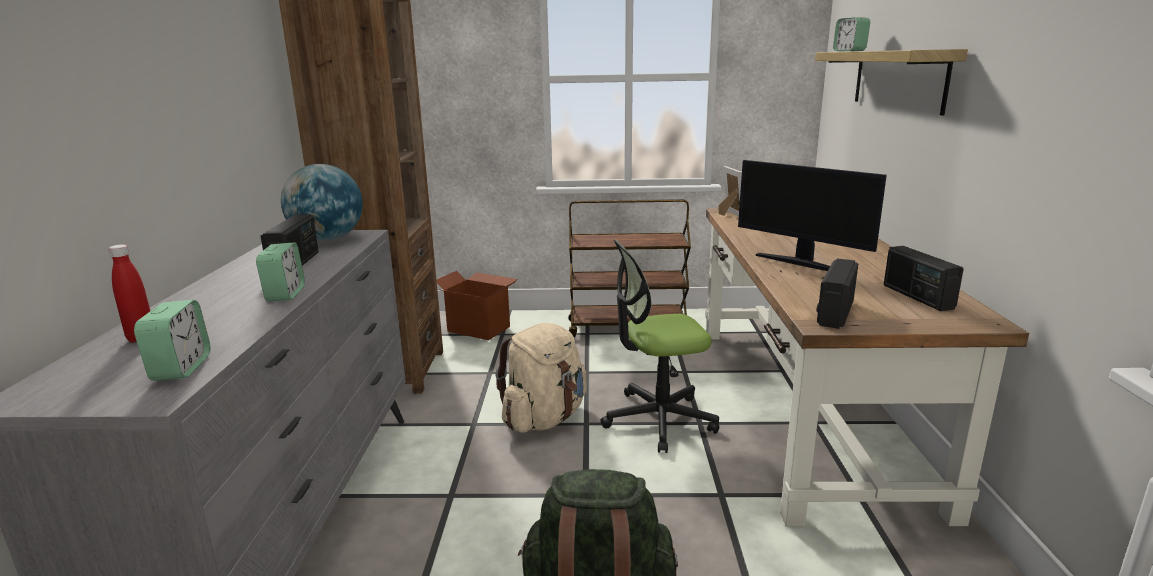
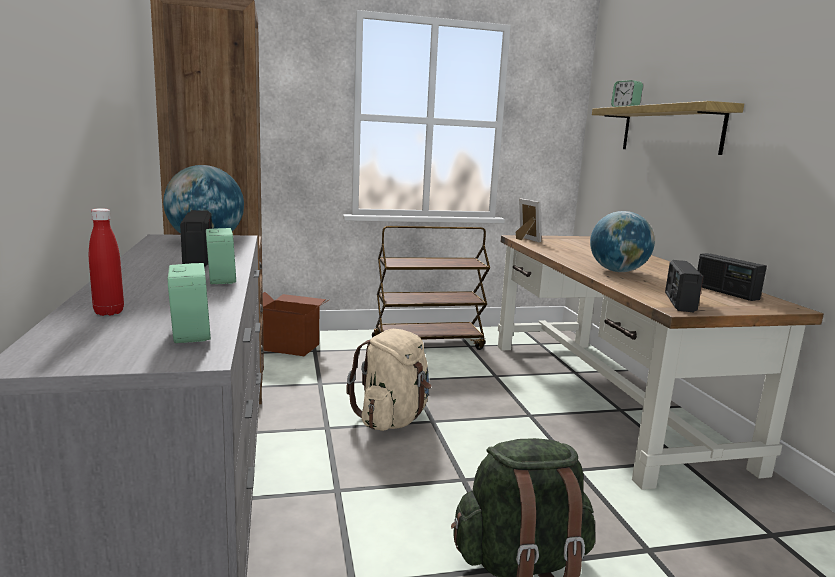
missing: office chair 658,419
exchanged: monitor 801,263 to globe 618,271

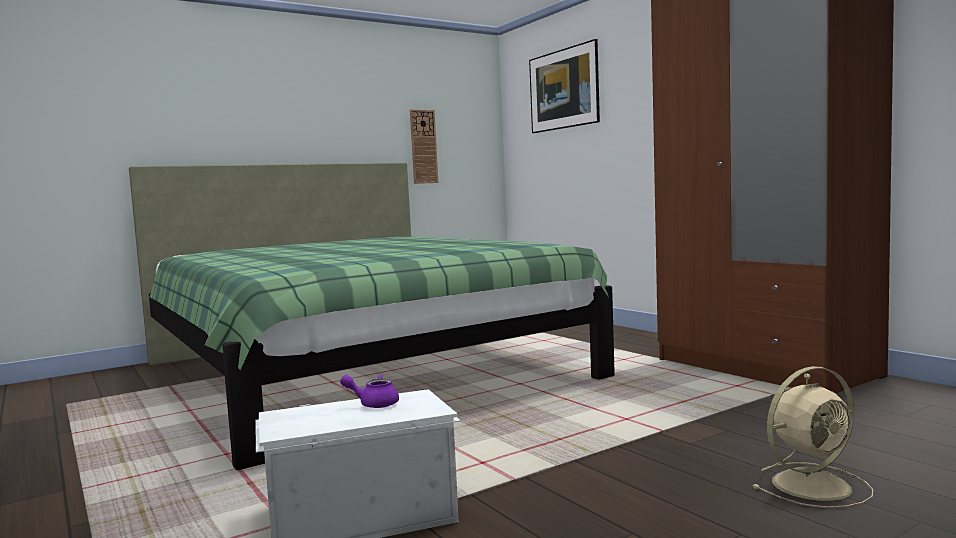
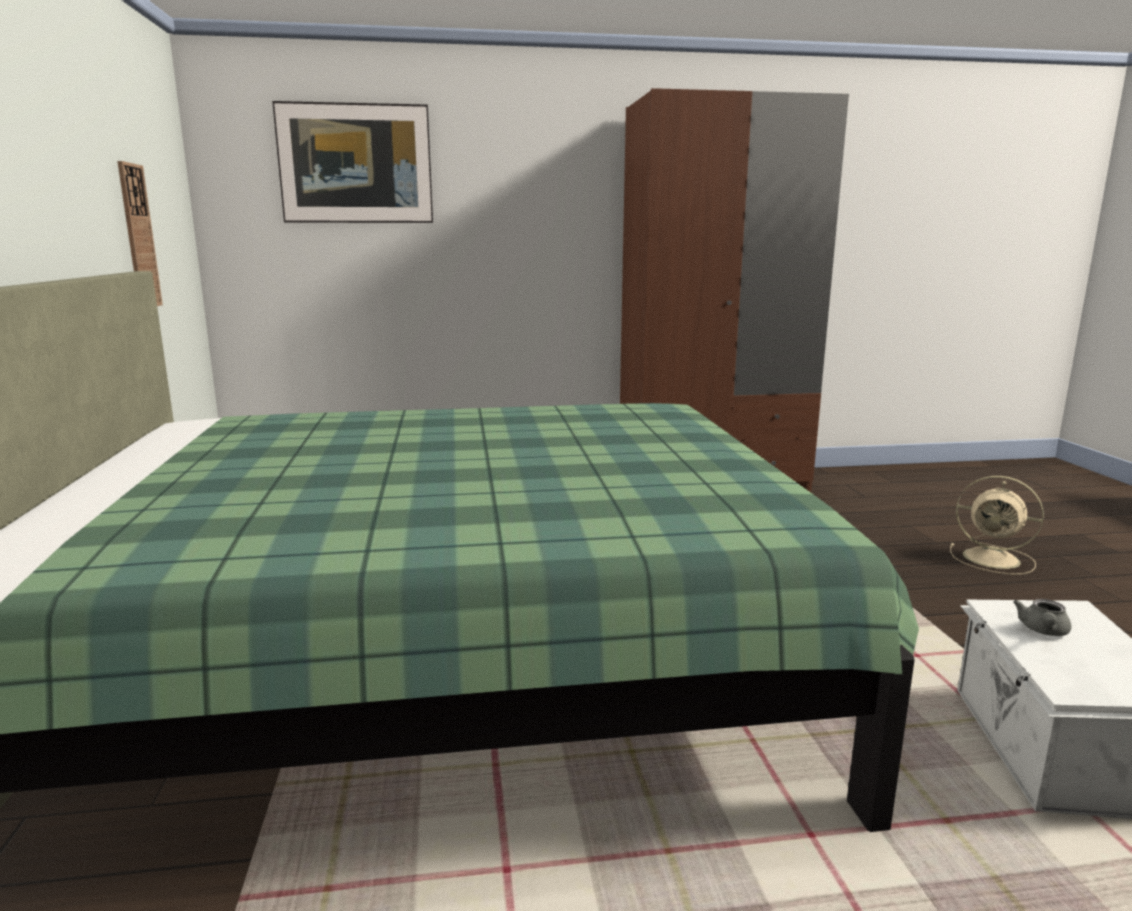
colour: purple teapot 374,404 to grey teapot 1042,631
spun: beige fan 813,484 = 994,559 120 degrees clockwise

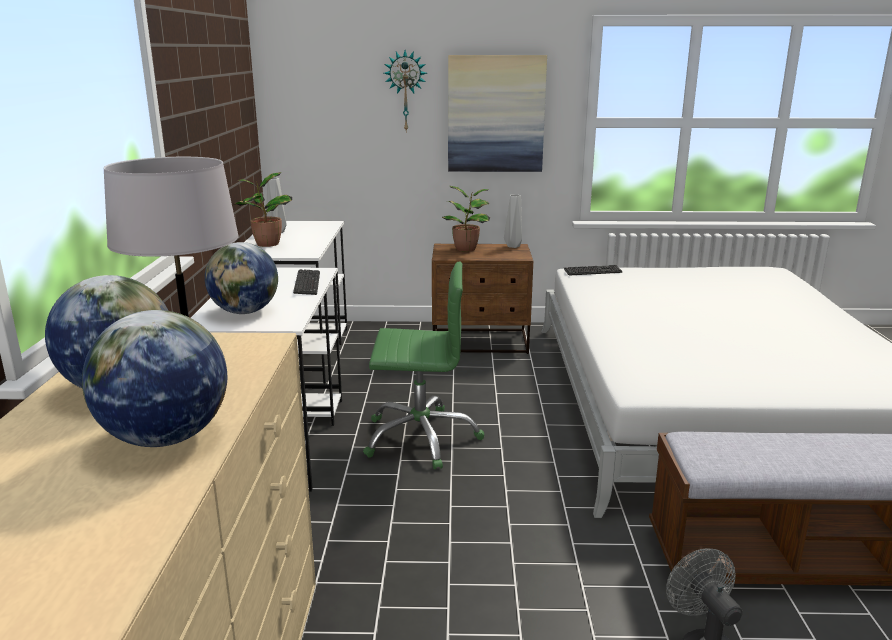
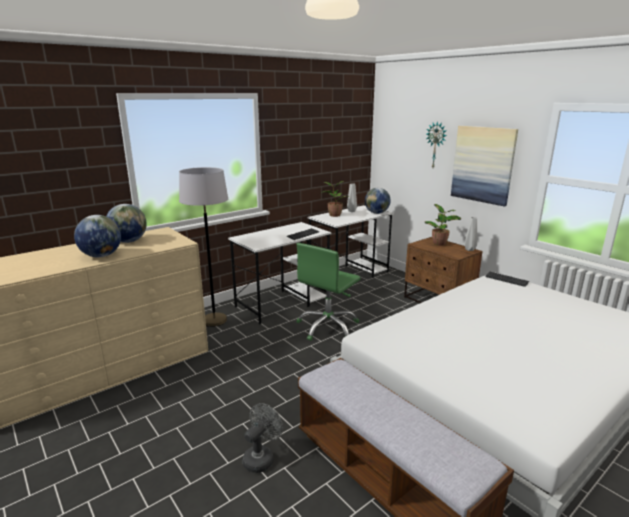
relocated: globe 245,312 to 376,213
spun: green office chair 421,437 = 328,327 75 degrees clockwise

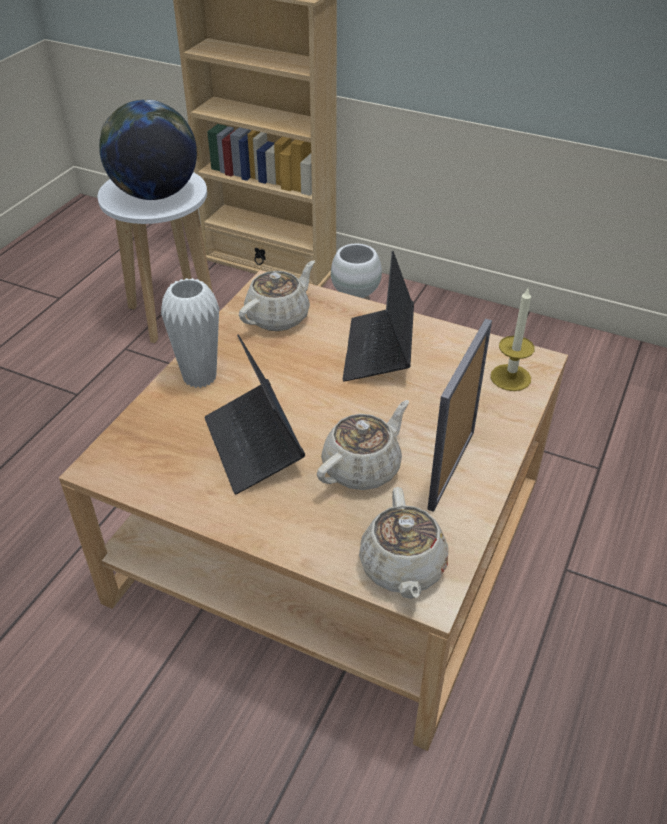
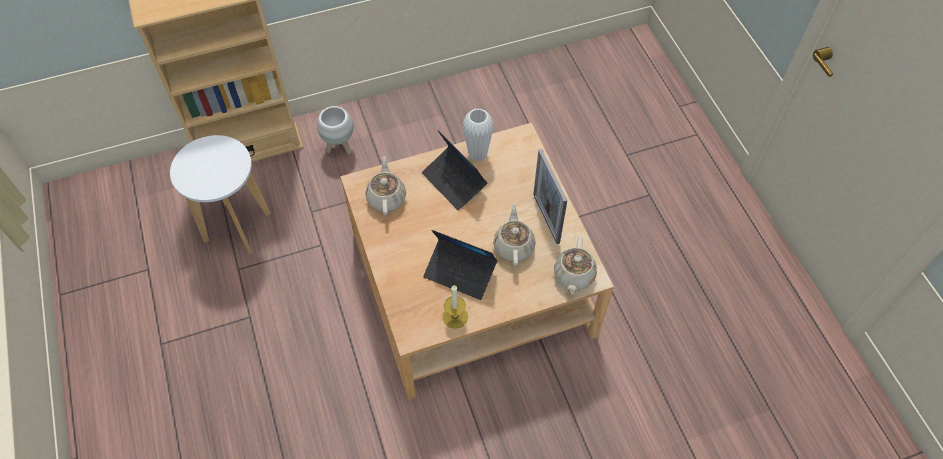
missing: globe 155,194
relocated: white vase 199,377 to 477,154; candle 510,377 to 455,317
spun: beige teapot 402,567 = 574,275 60 degrees clockwise

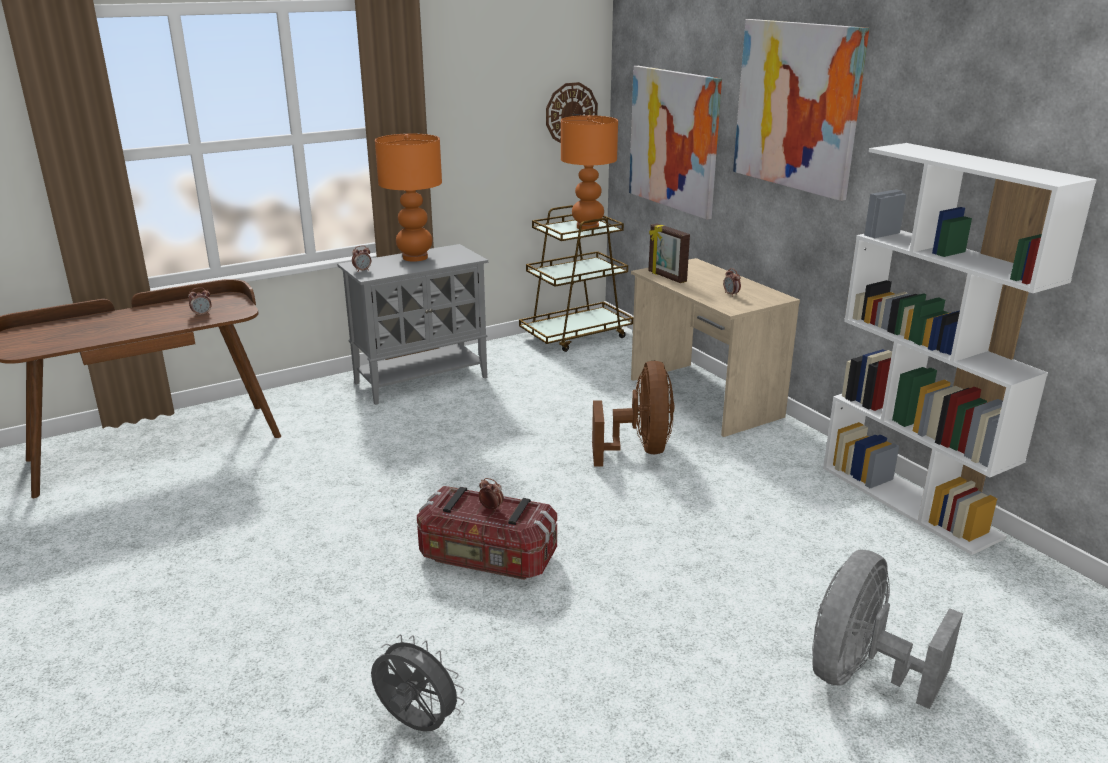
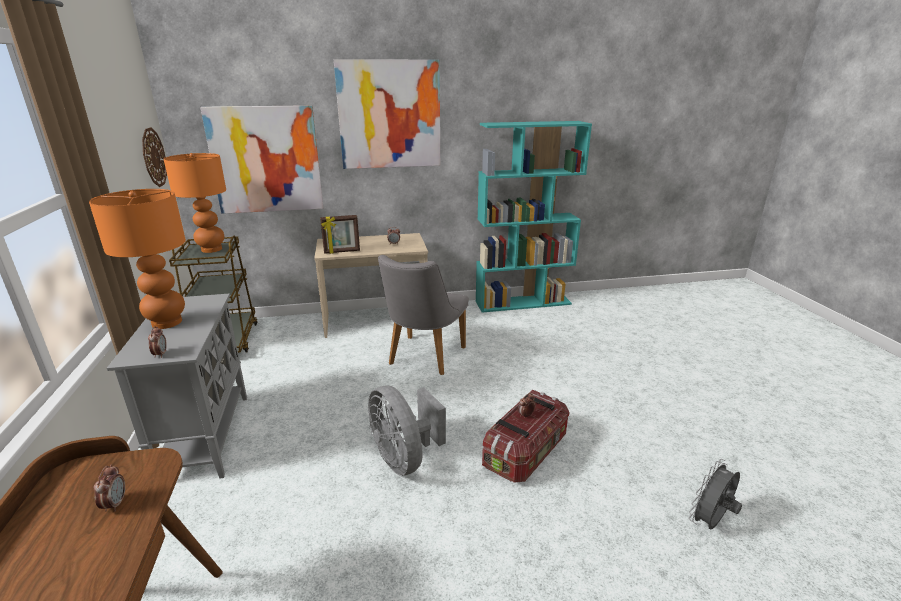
relocated: grey fan 861,675 to 404,458
exchanged: brown fan 639,450 to grey chair 423,358
colour: white bookcase 910,501 to turquoise bookcase 523,302

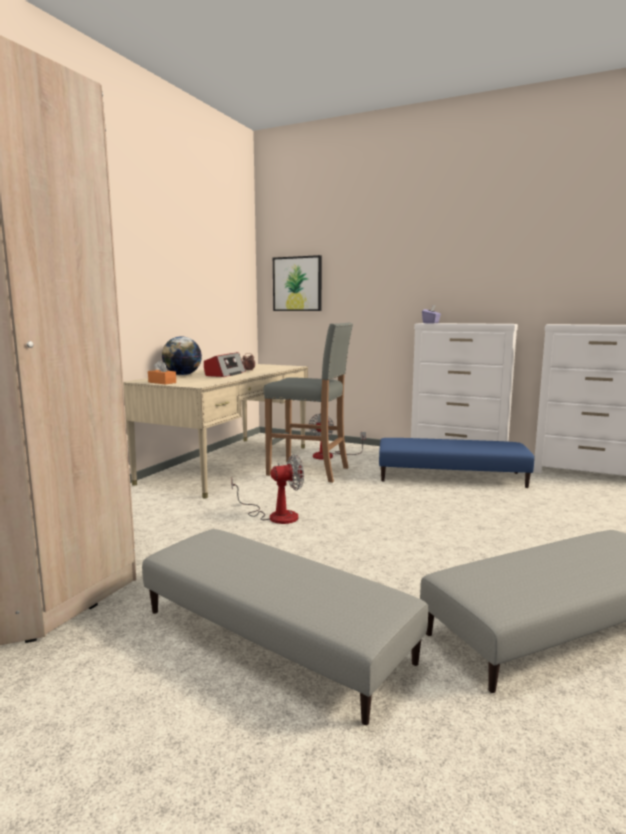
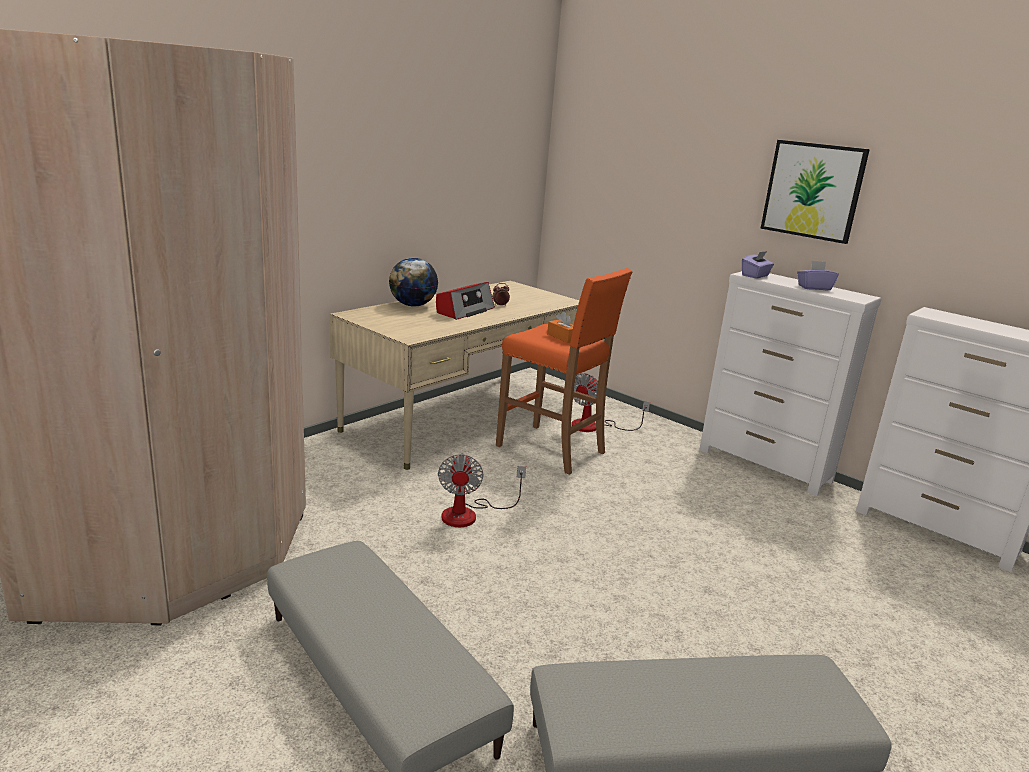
missing: blue ottoman 450,477
appeared: purple tissue box 814,288
relocated: orange tissue box 162,382 to 563,337; picture 297,284 to 813,190
colour: grey stool 309,471 to orange stool 551,449
spun: fan 275,515 = 469,514 90 degrees clockwise

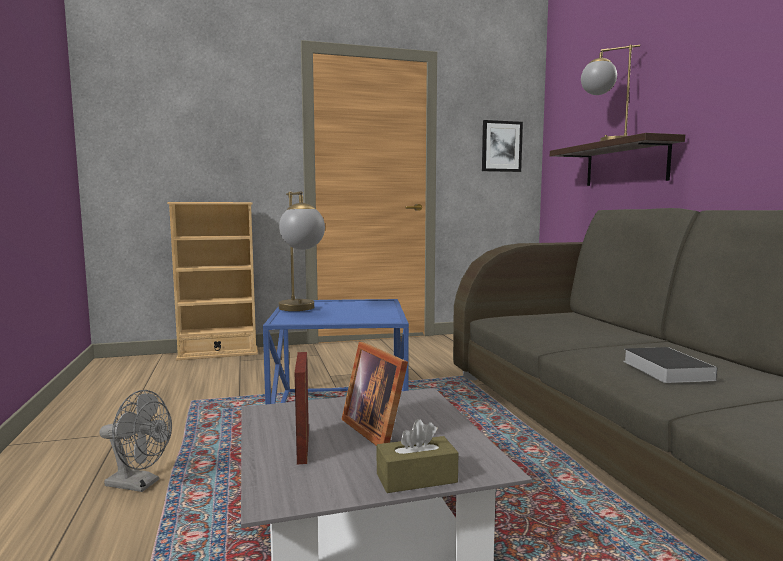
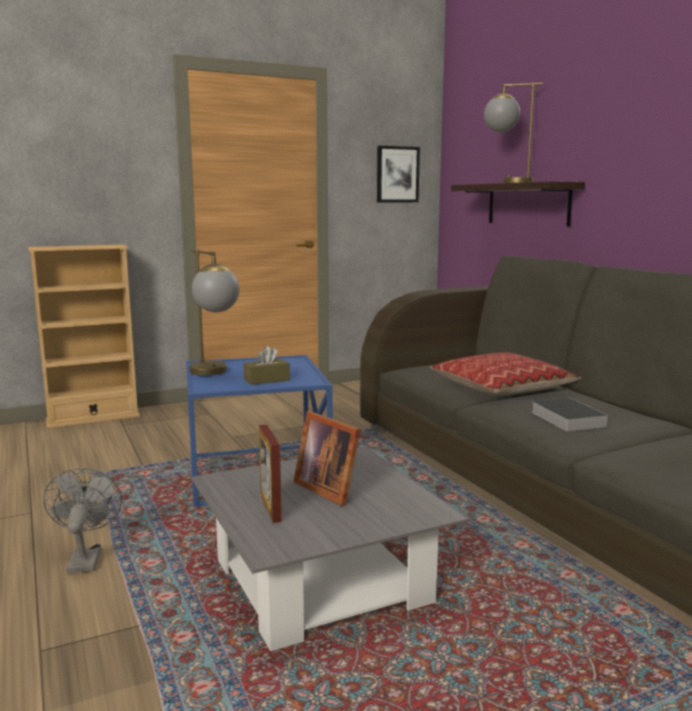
appeared: pillow 502,388
relocated: brown tissue box 416,478 to 266,380
spun: grey fan 139,484 = 85,558 105 degrees counterclockwise

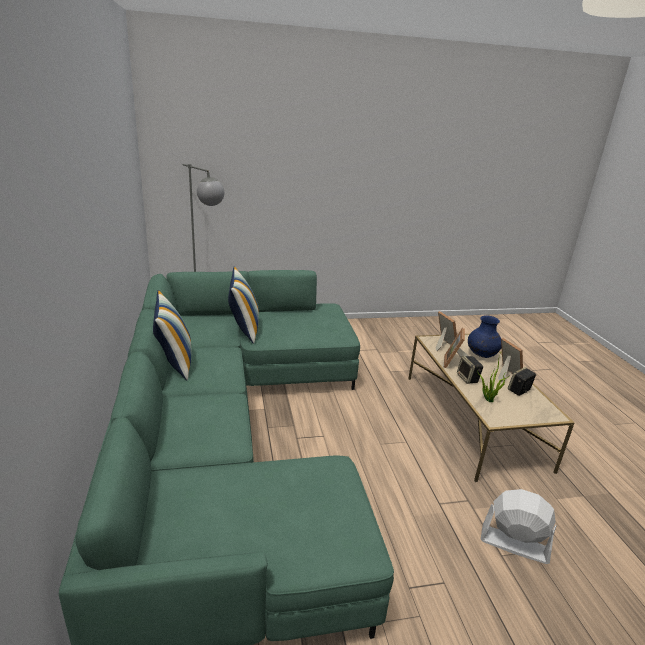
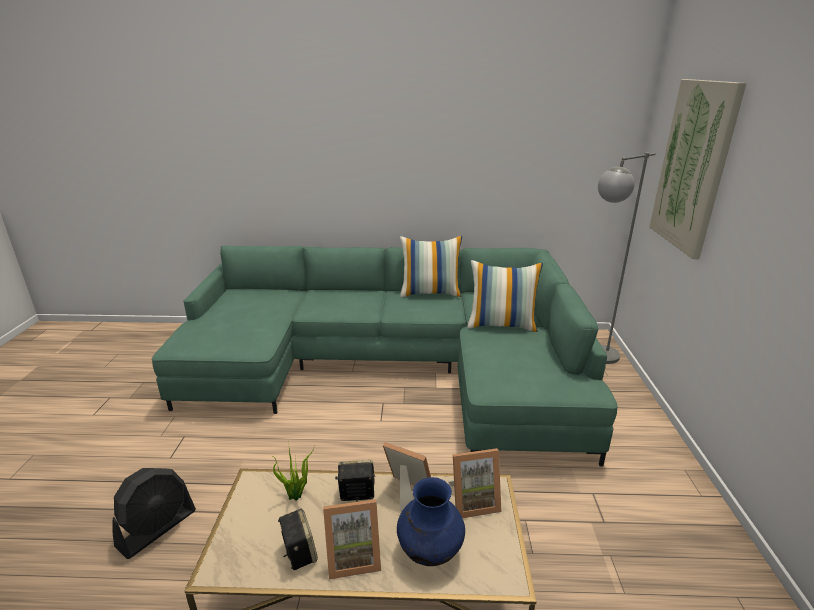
appeared: picture 693,166
colour: white fan 514,544 to black fan 157,528

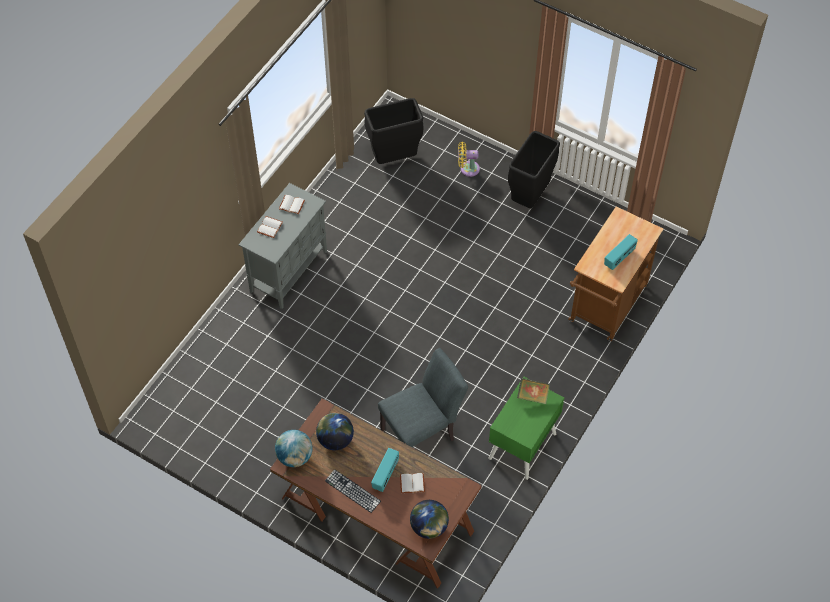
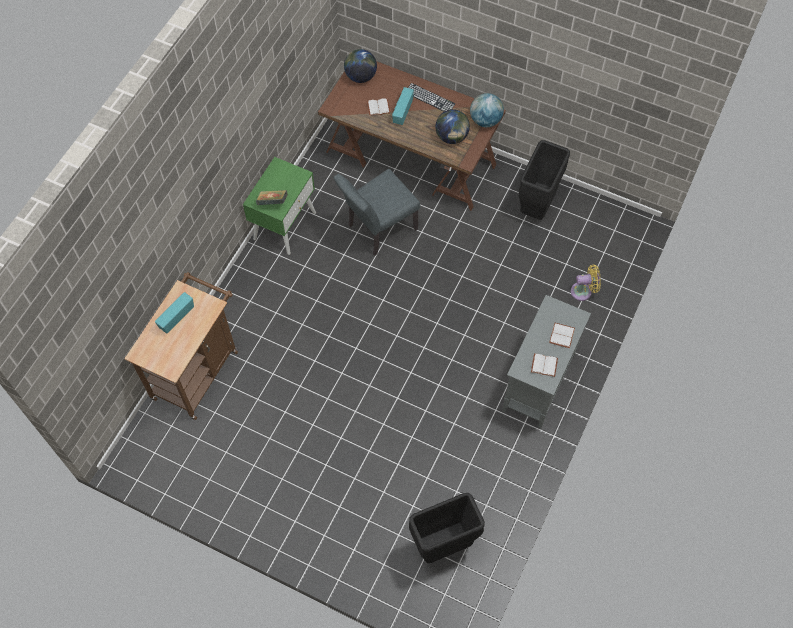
relocated: yellow fan 467,169 to 583,291; black trash can 529,197 to 537,207

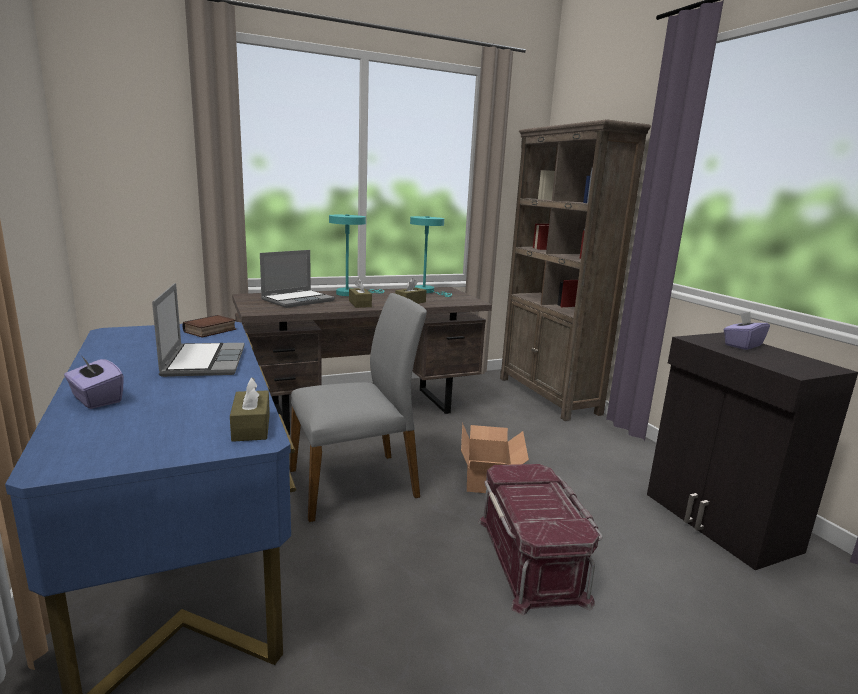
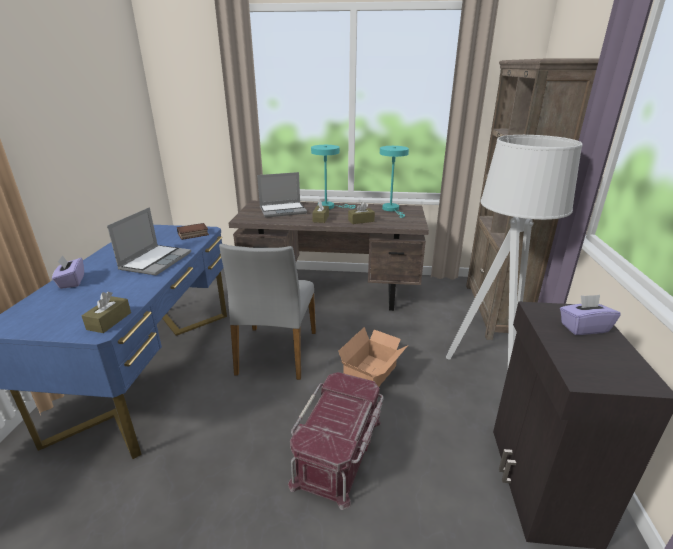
appeared: grey floor lamp 490,369
spun: grey chair 355,483 = 276,352 90 degrees clockwise

